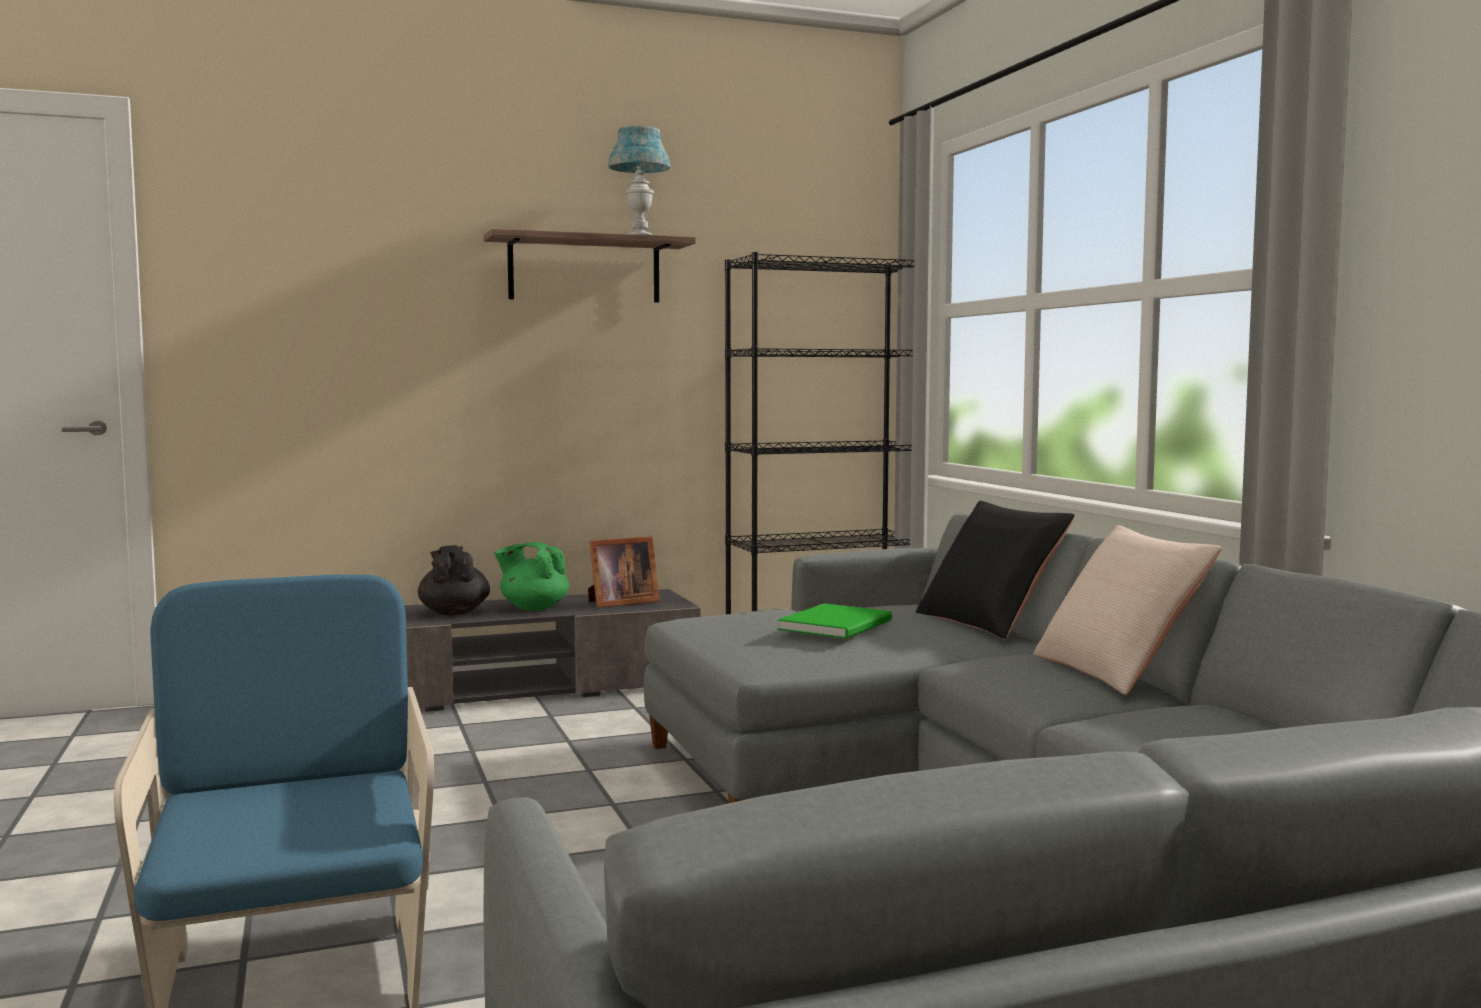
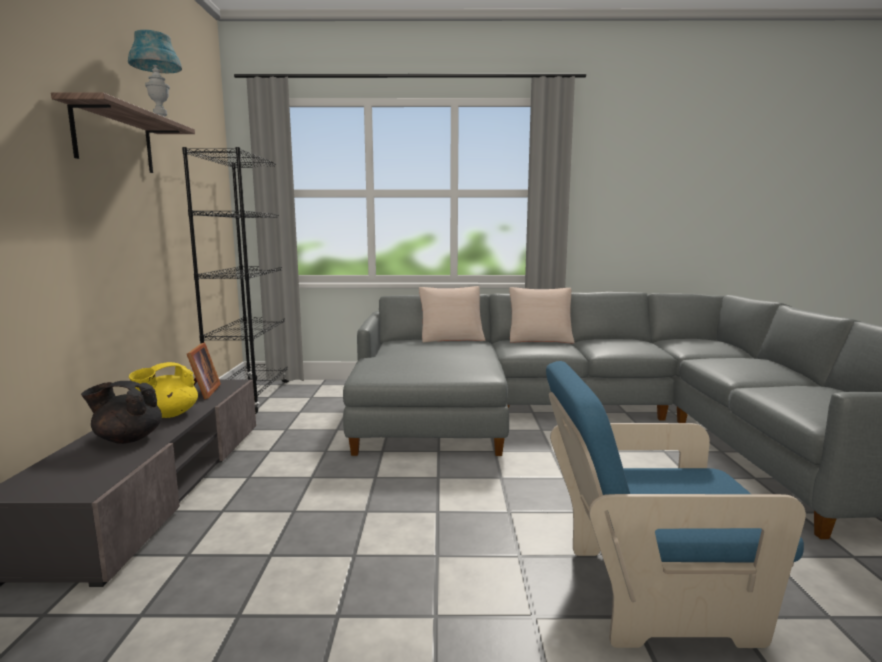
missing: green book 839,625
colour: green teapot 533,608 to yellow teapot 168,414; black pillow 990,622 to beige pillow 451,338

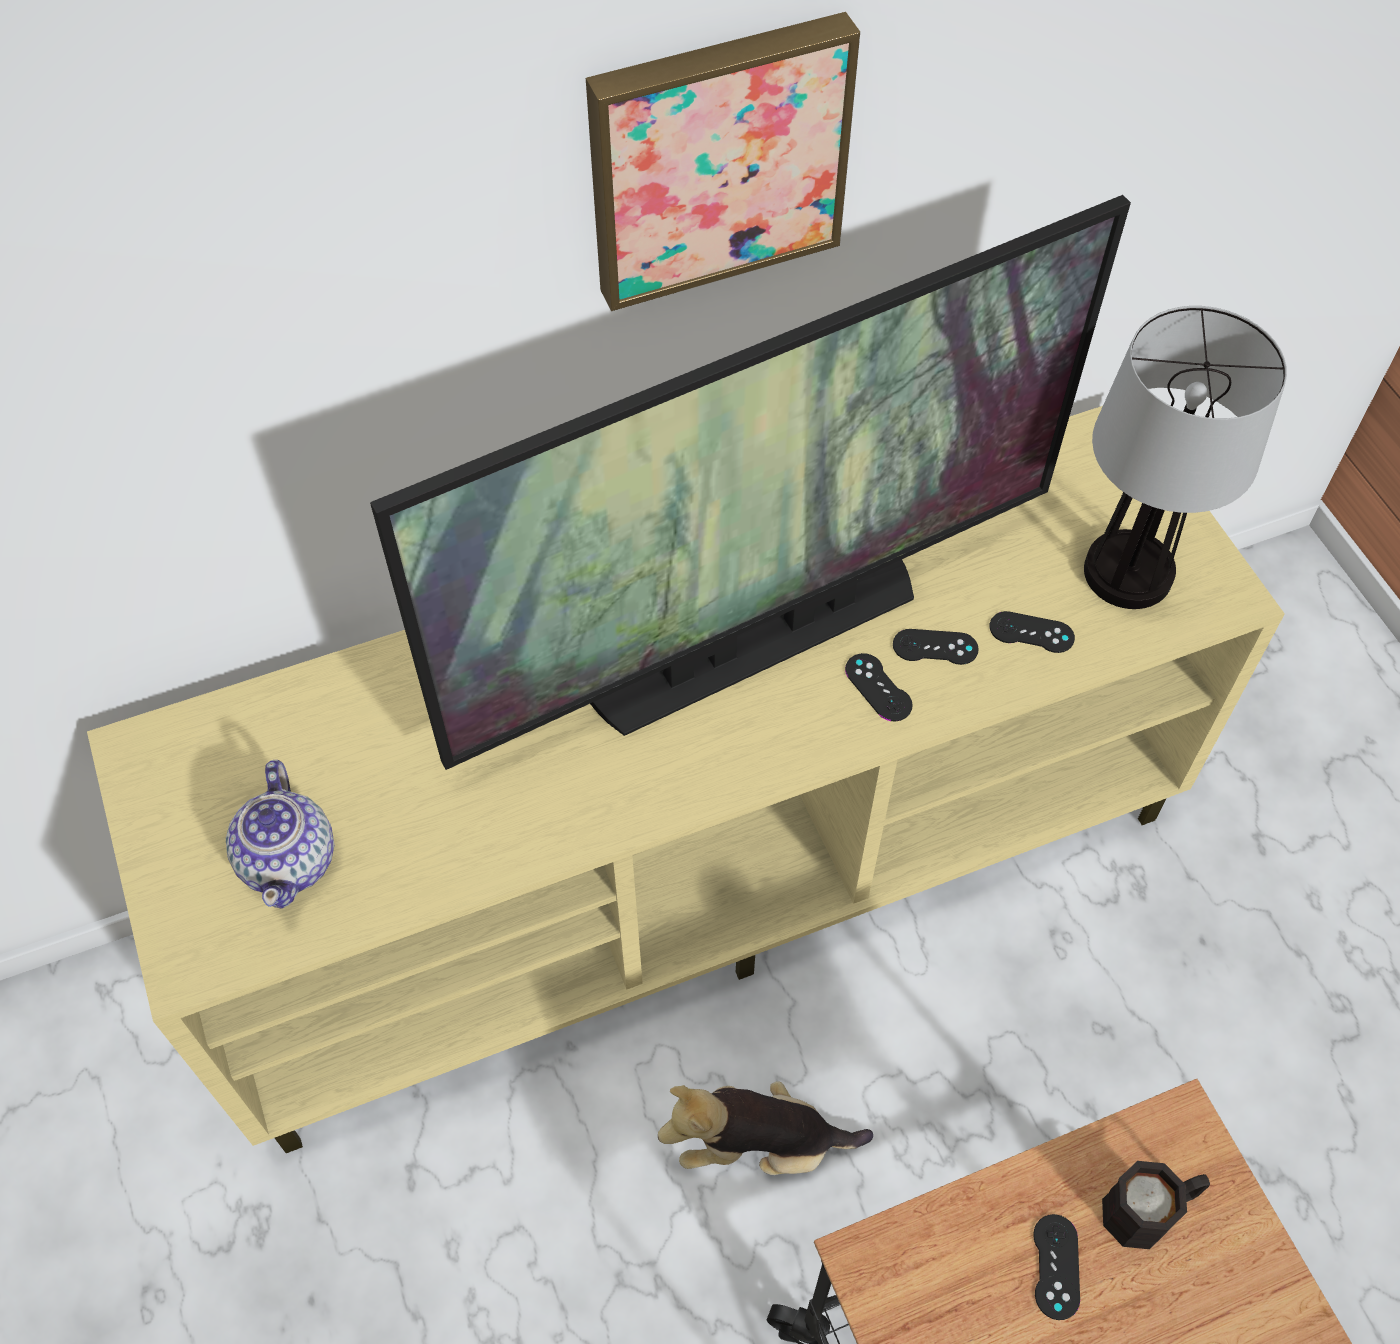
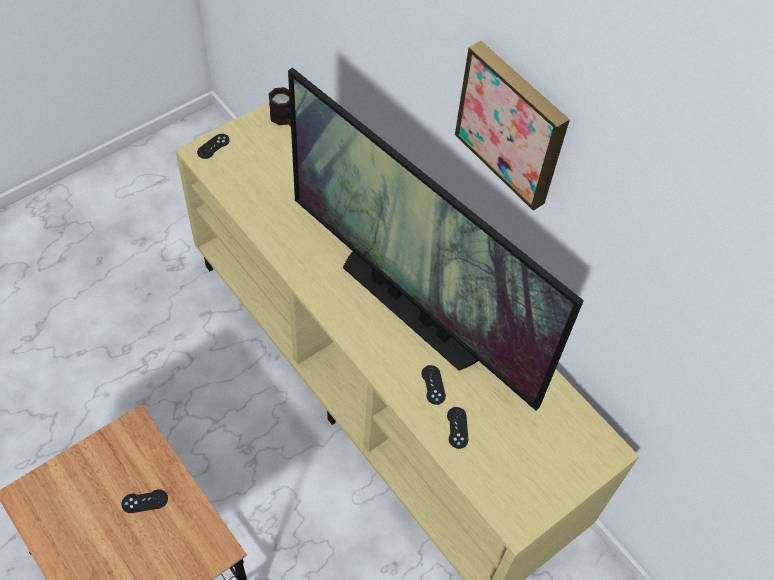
missing: teapot 290,859; plush toy 759,1145; table lamp 1128,571
relocated: black game controller 878,687 to 213,146; black mug 1148,1210 to 285,119

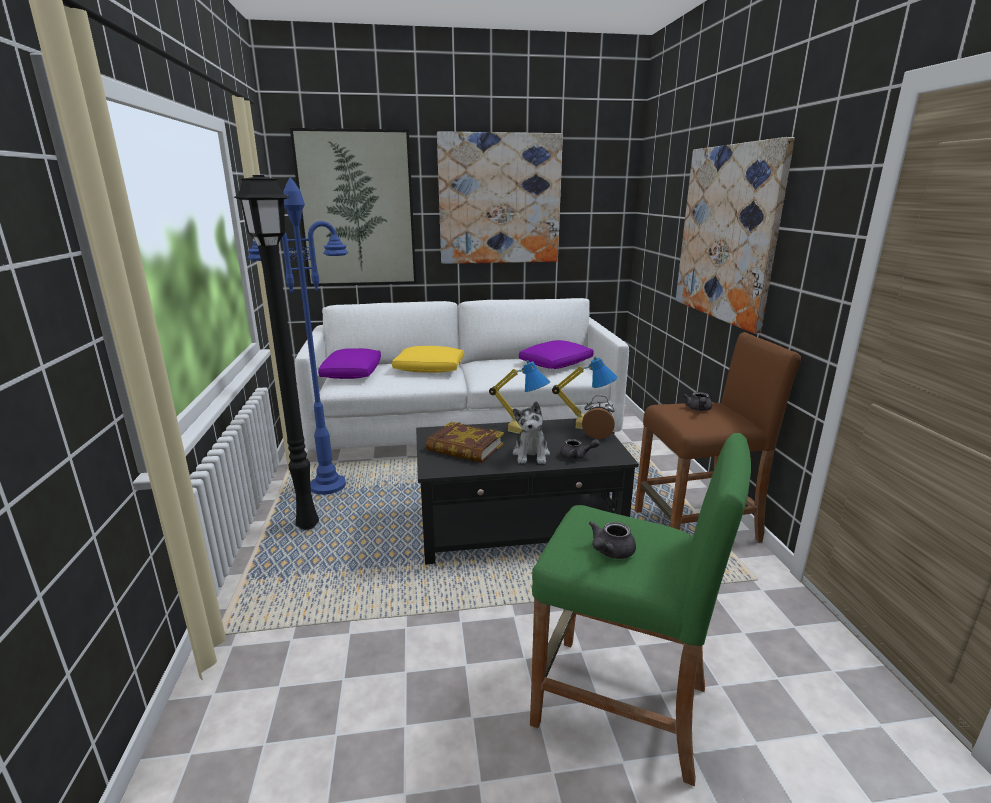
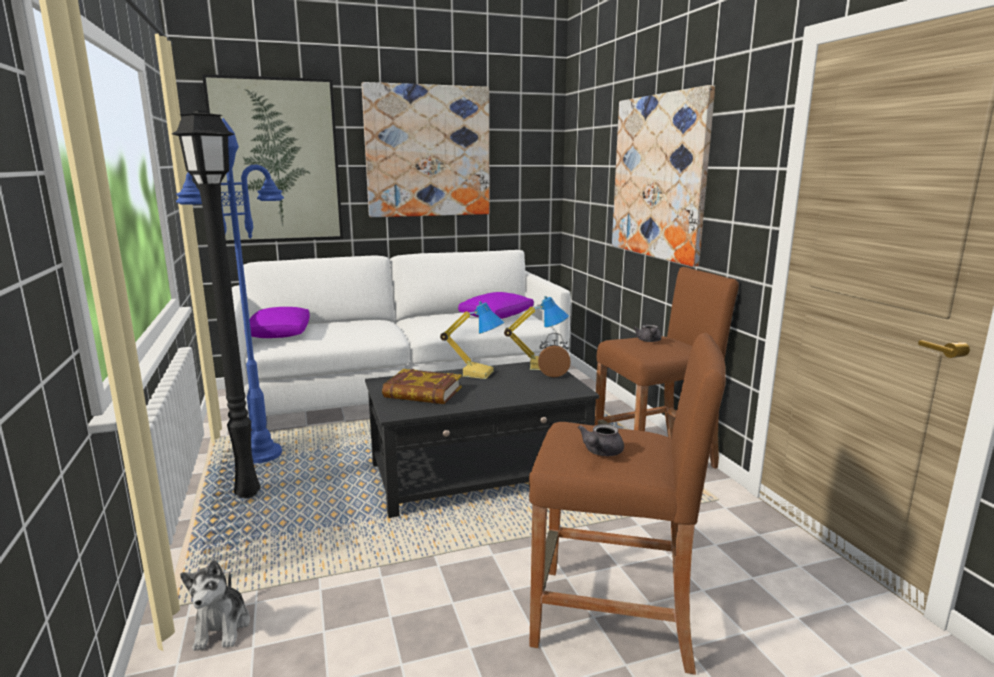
missing: yellow pillow 430,369; grey teapot 577,456
relocated: plush toy 531,454 to 222,627
colour: green stool 620,705 to brown stool 613,618

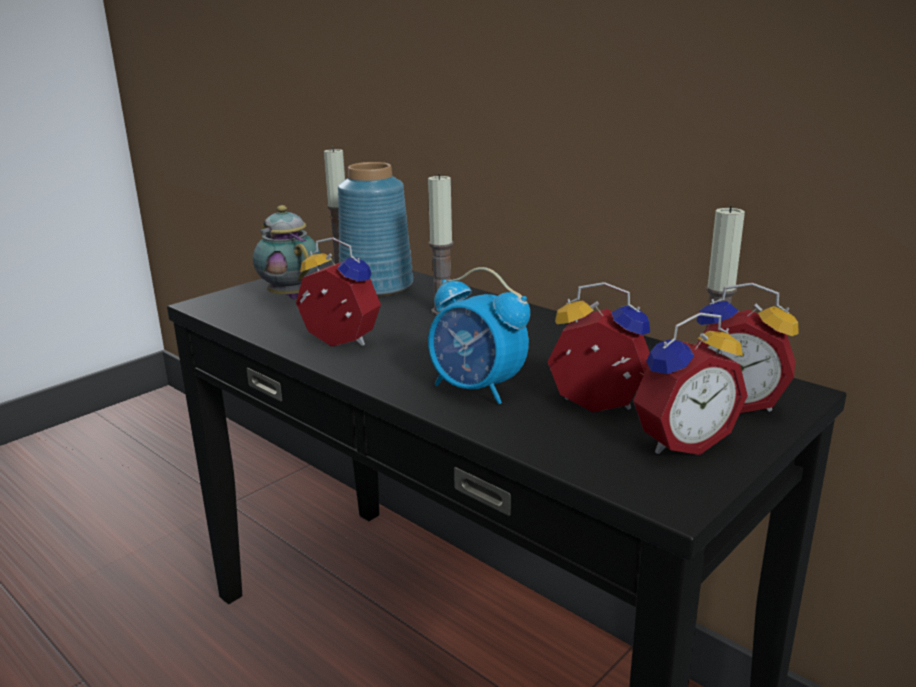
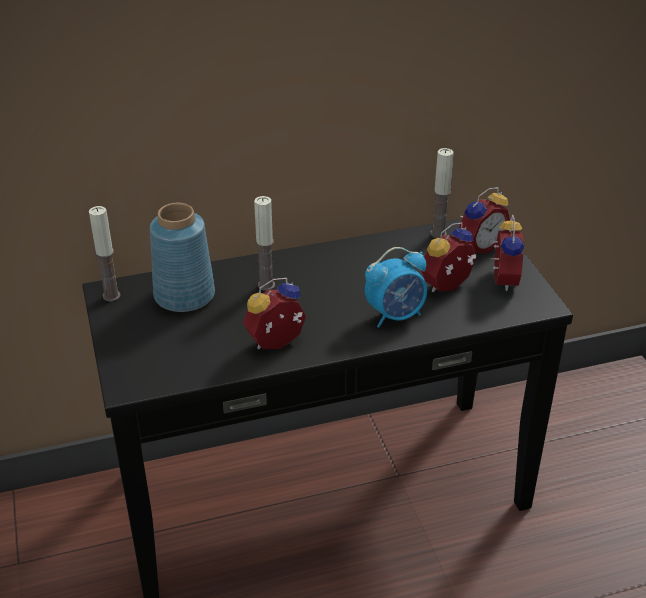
missing: teapot 290,295

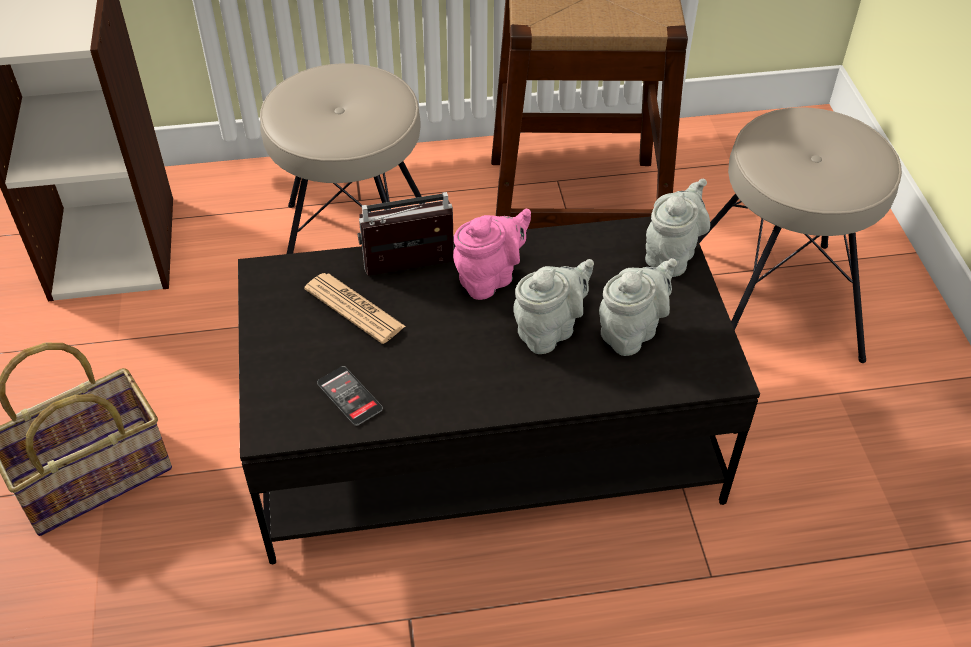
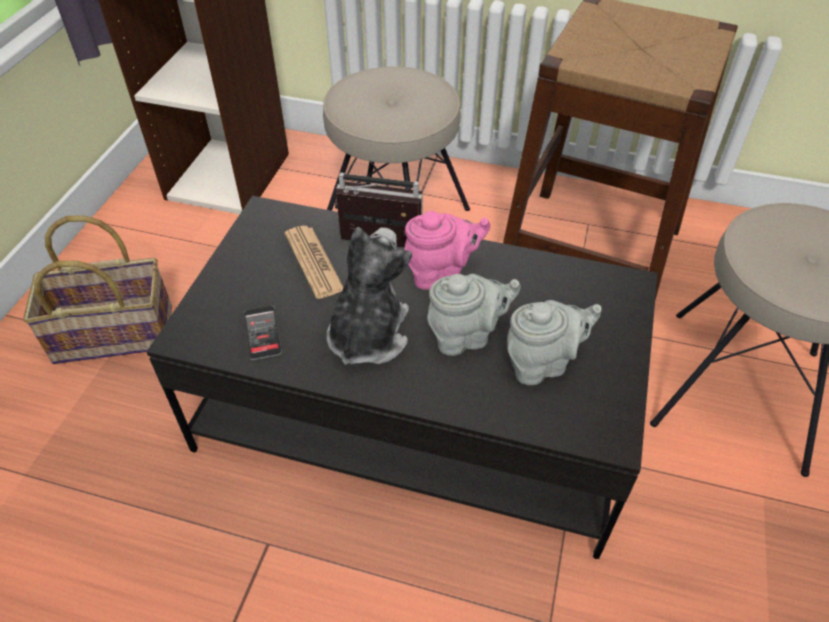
missing: grey teapot 672,254
appeared: plush toy 367,334

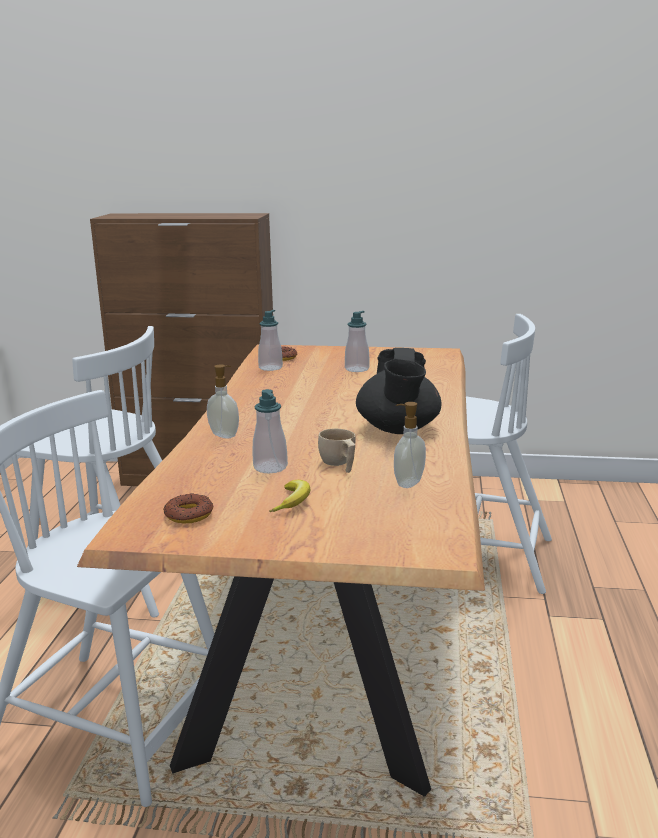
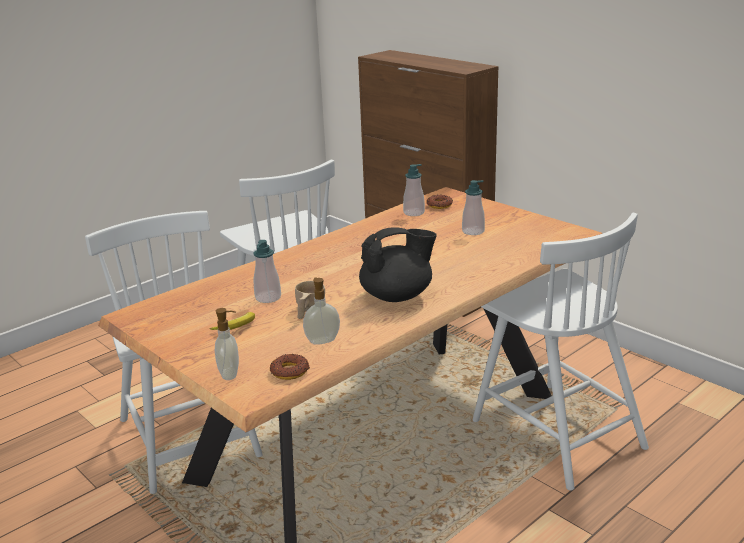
relocated: donut 189,514 to 290,371; soap dispenser 225,435 to 230,374
spun: black teapot 398,429 = 397,296 150 degrees counterclockwise

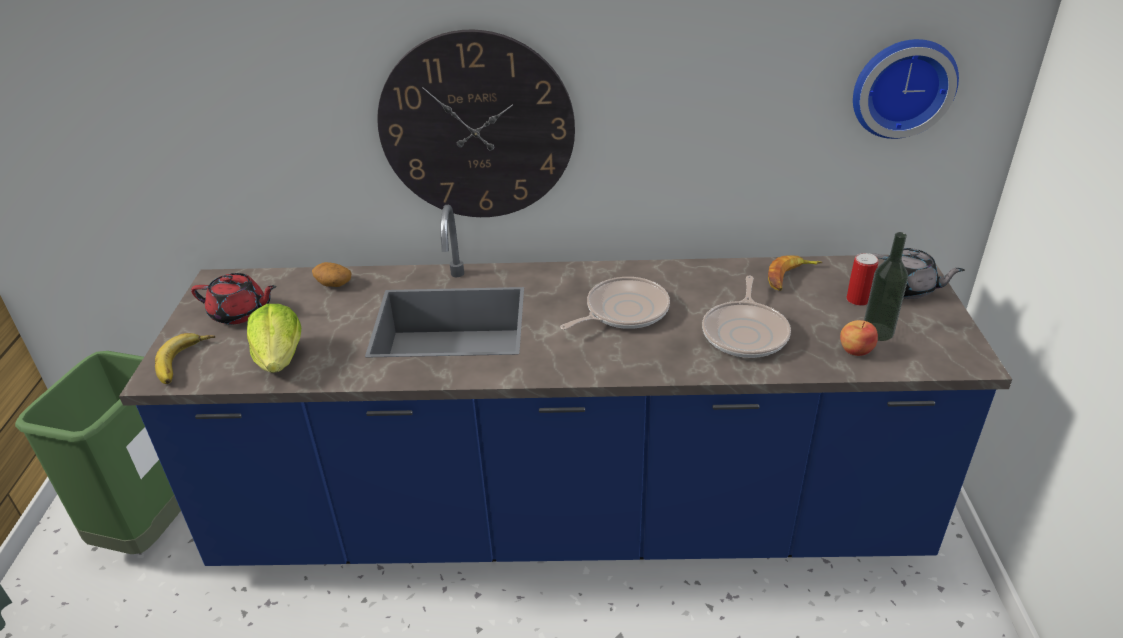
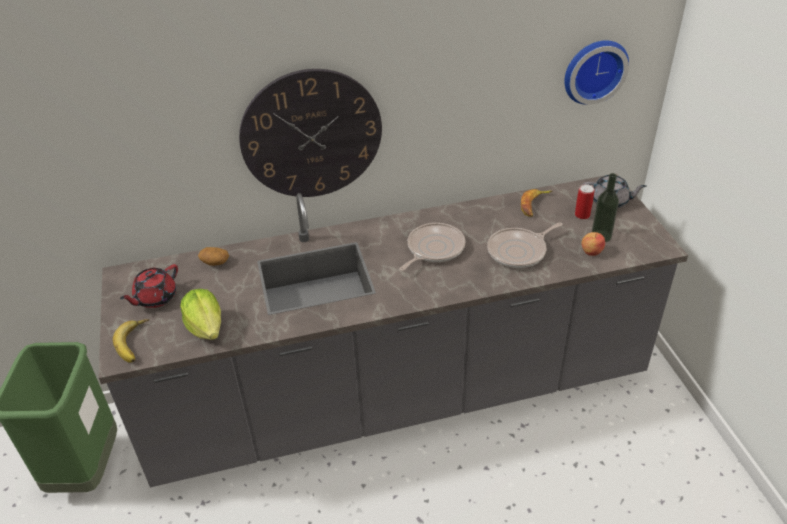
colour: blue counter 568,517 to grey counter 398,395
spun: red teapot 240,313 = 155,298 135 degrees clockwise; frying pan 745,332 = 519,251 60 degrees clockwise

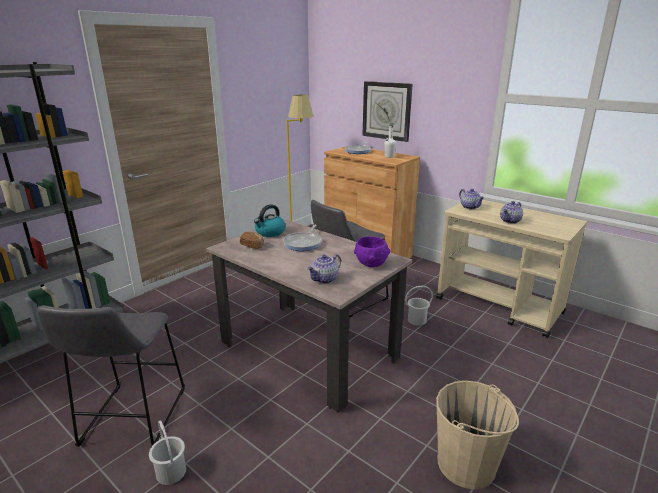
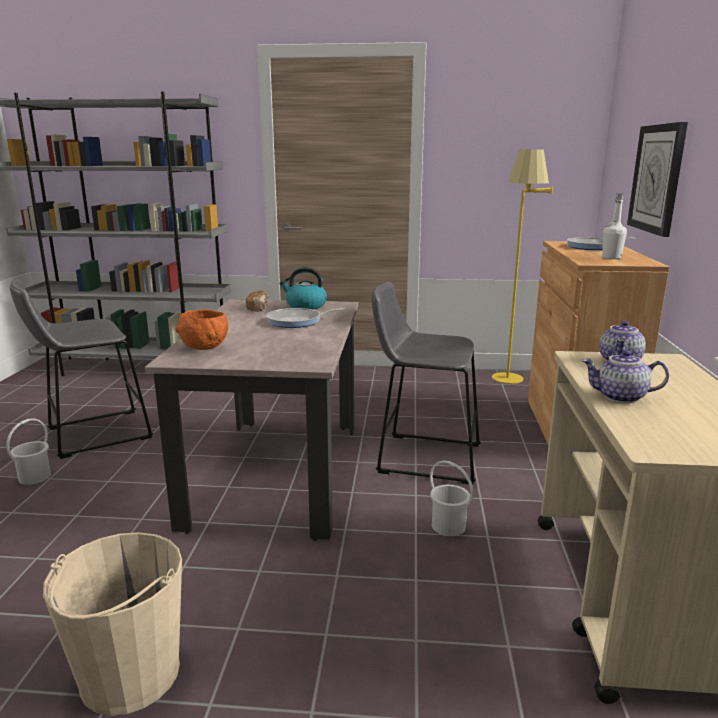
missing: purple bowl 371,264
exchanged: teapot 325,280 to orange bowl 205,348

